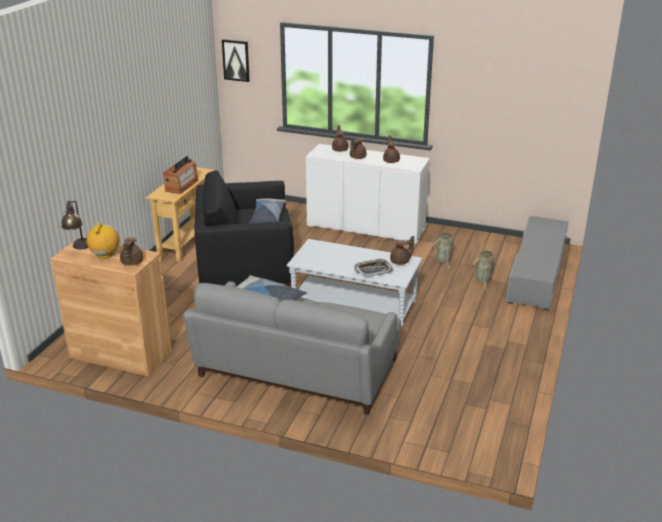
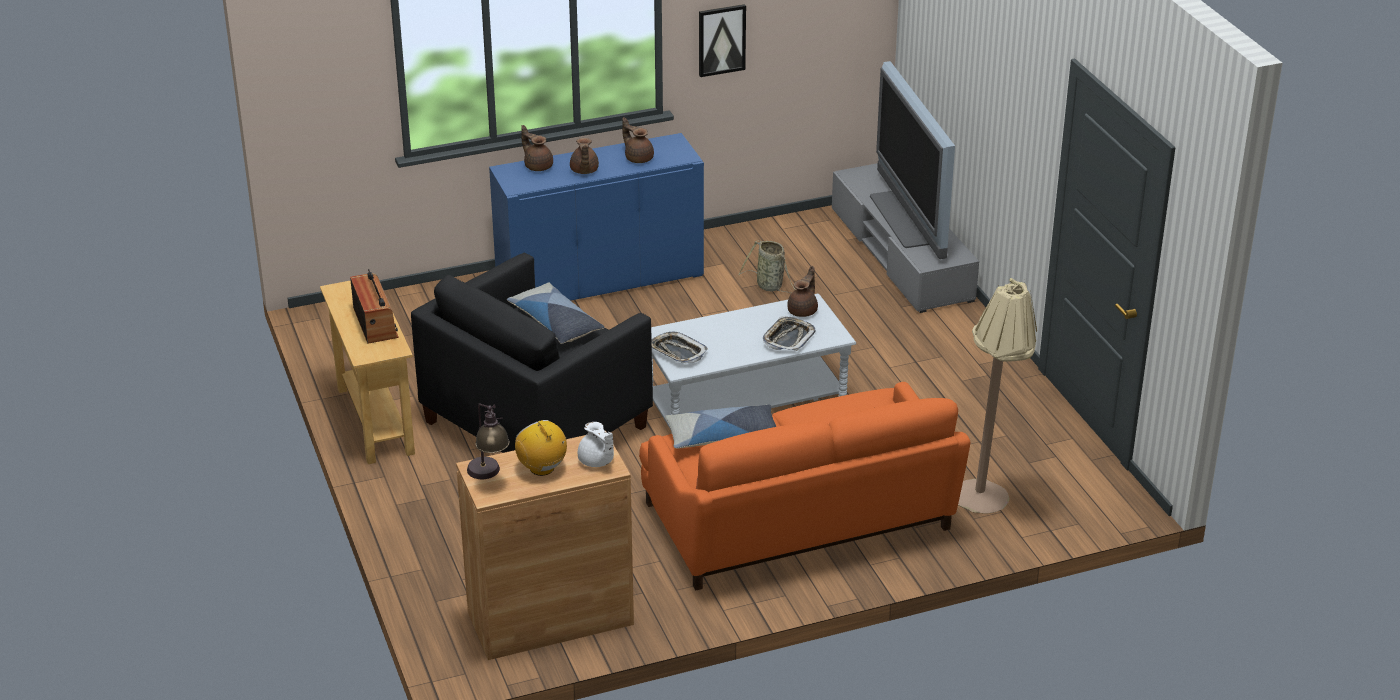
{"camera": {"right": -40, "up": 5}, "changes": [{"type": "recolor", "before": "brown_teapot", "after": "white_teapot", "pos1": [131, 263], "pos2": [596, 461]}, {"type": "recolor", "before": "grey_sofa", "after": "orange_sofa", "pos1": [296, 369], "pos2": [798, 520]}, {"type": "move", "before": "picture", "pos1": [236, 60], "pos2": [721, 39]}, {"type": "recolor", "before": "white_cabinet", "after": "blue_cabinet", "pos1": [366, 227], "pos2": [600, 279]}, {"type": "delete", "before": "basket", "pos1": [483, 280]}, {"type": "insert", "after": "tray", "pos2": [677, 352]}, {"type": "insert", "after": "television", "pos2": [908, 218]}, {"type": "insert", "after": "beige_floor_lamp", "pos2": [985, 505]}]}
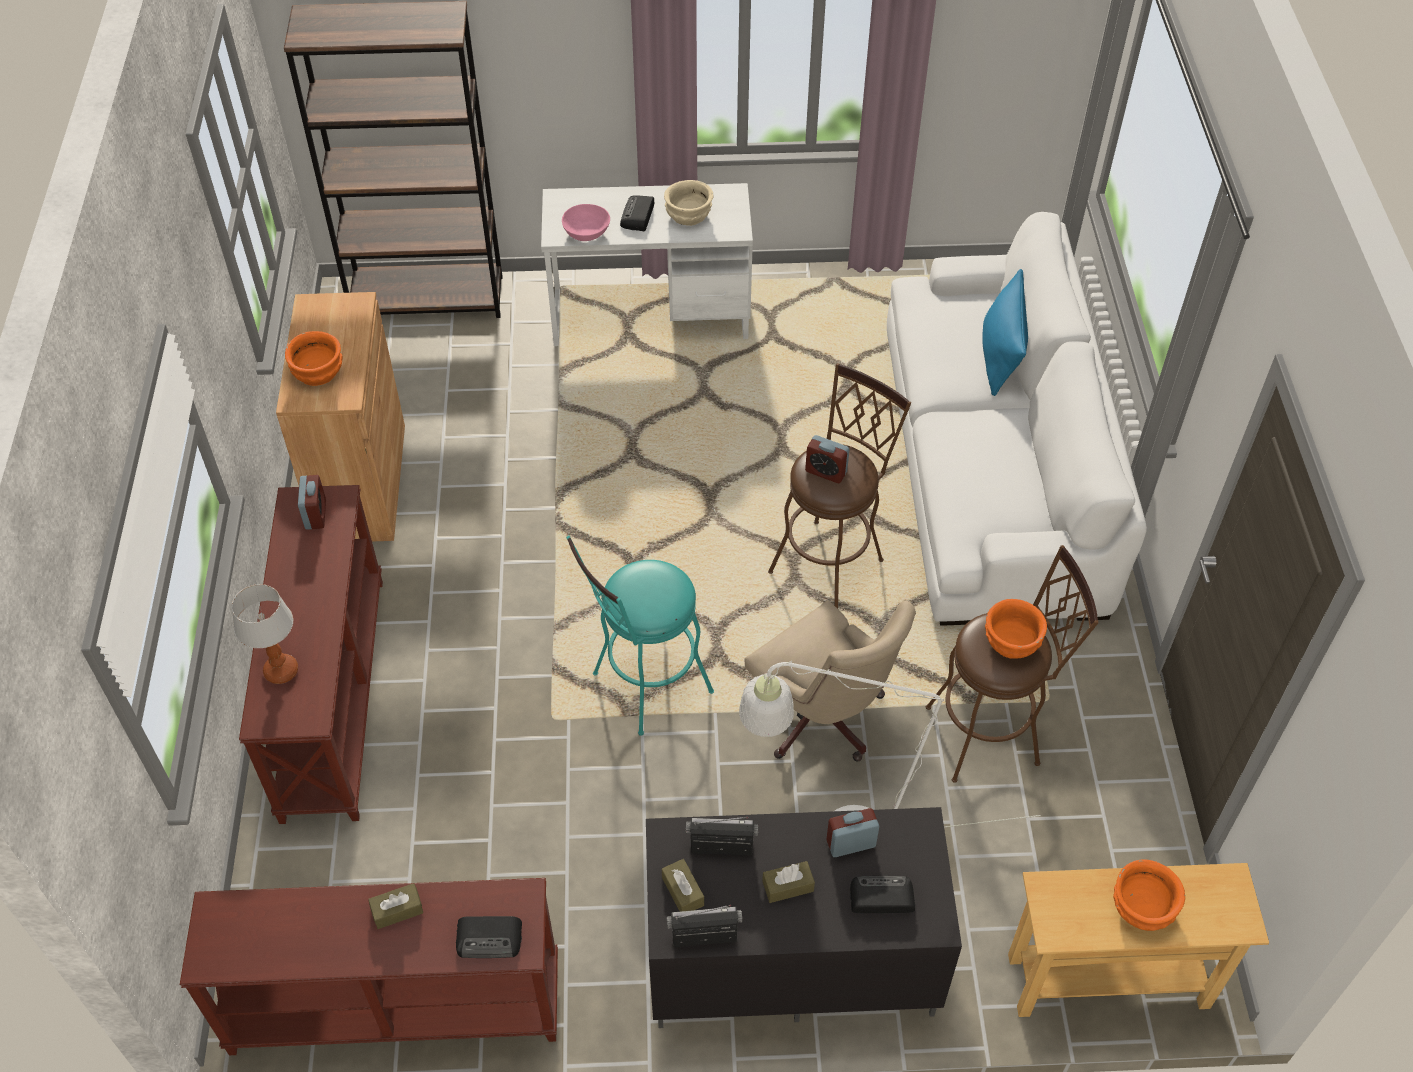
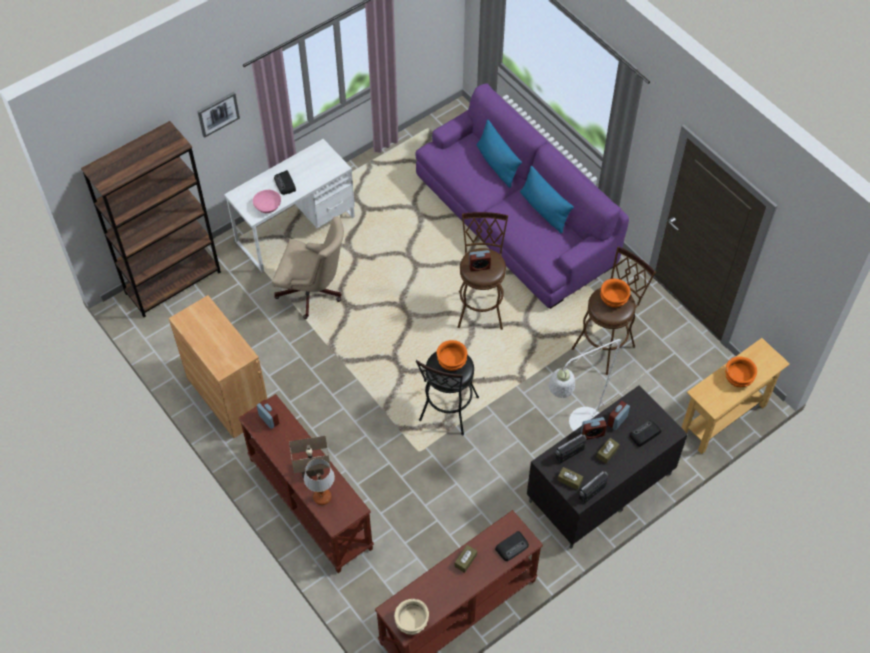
{"camera": {"right": -35, "up": 5}, "changes": [{"type": "move", "before": "orange_bowl", "pos1": [319, 372], "pos2": [452, 361]}, {"type": "recolor", "before": "turquoise_stool", "after": "black_stool", "pos1": [644, 687], "pos2": [446, 413]}, {"type": "move", "before": "beige_bowl", "pos1": [688, 216], "pos2": [411, 622]}, {"type": "move", "before": "beige_office_chair", "pos1": [822, 719], "pos2": [313, 293]}, {"type": "recolor", "before": "white_sofa", "after": "purple_sofa", "pos1": [991, 466], "pos2": [515, 220]}, {"type": "insert", "after": "picture", "pos2": [218, 113]}, {"type": "insert", "after": "beige_table_lamp", "pos2": [312, 471]}, {"type": "insert", "after": "blue_pillow", "pos2": [544, 210]}, {"type": "insert", "after": "alarm_clock", "pos2": [592, 434]}]}
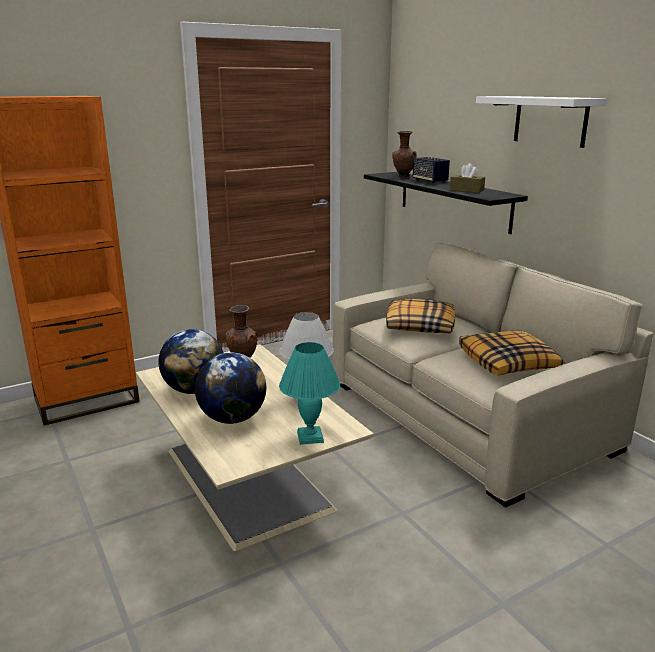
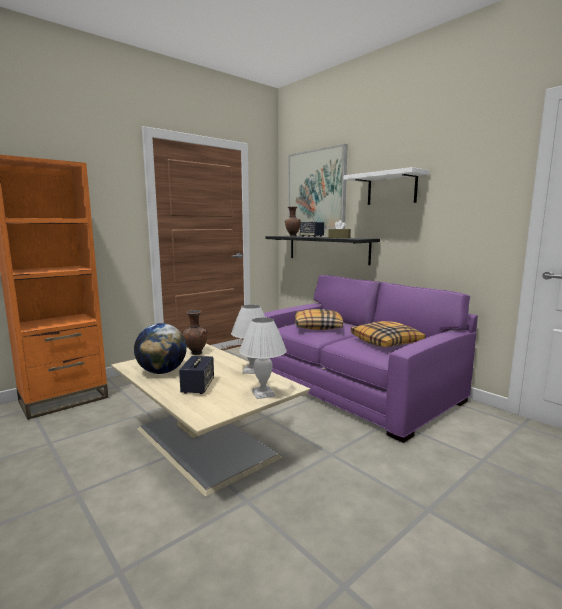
{"camera": {"right": -10, "up": -10}, "changes": [{"type": "replace", "before": "globe", "after": "speaker", "pos1": [232, 418], "pos2": [198, 387]}, {"type": "recolor", "before": "turquoise_table_lamp", "after": "white_table_lamp", "pos1": [309, 436], "pos2": [262, 393]}, {"type": "recolor", "before": "beige_sofa", "after": "purple_sofa", "pos1": [468, 414], "pos2": [356, 387]}, {"type": "insert", "after": "picture", "pos2": [316, 190]}]}
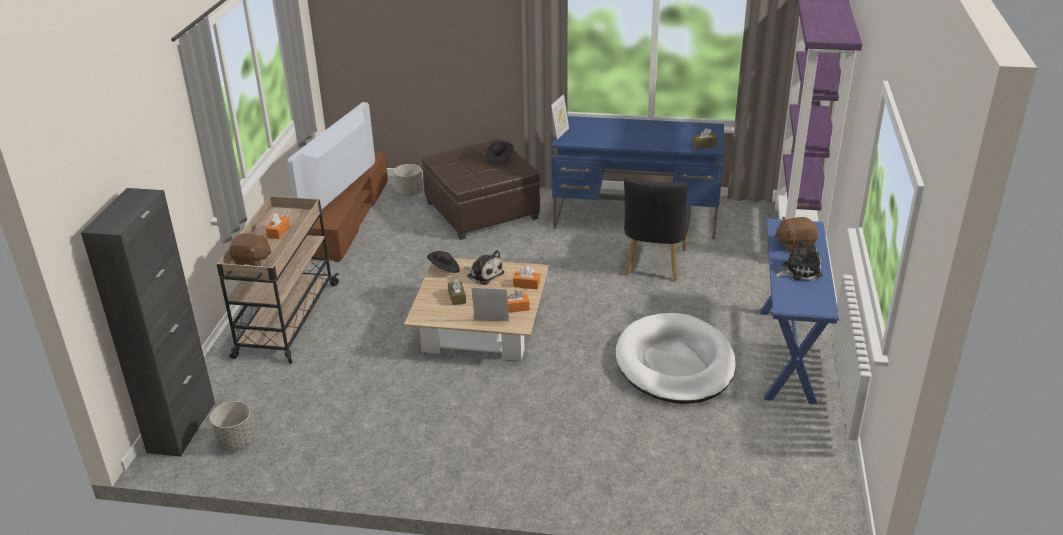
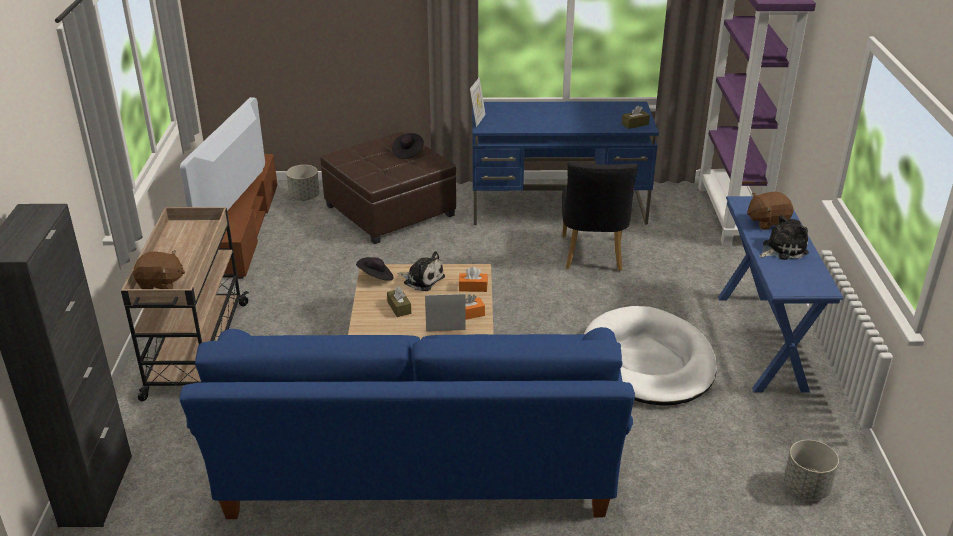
{"camera": {"right": -10, "up": 0}, "changes": [{"type": "move", "before": "grey_planter", "pos1": [236, 442], "pos2": [806, 488]}, {"type": "delete", "before": "orange_tissue_box", "pos1": [278, 232]}, {"type": "insert", "after": "blue_sofa", "pos2": [418, 470]}]}
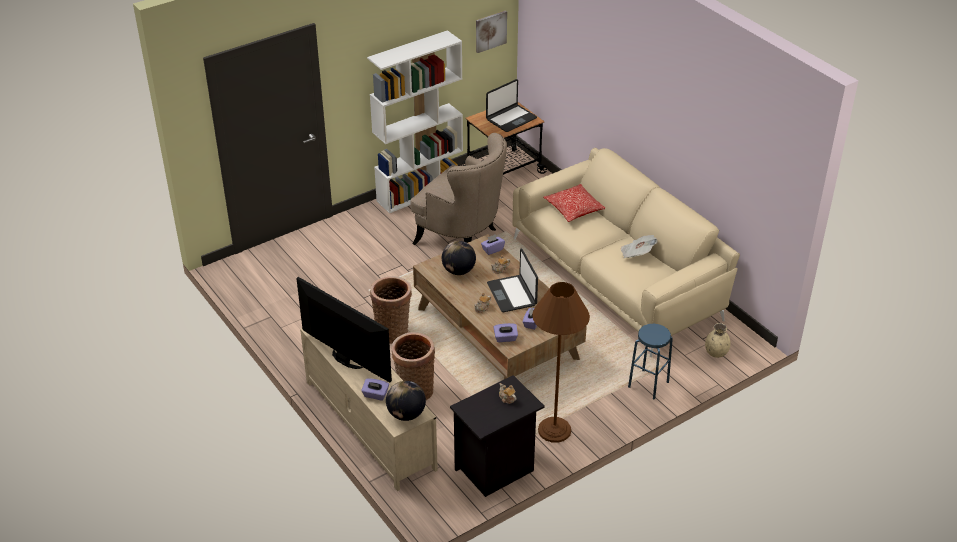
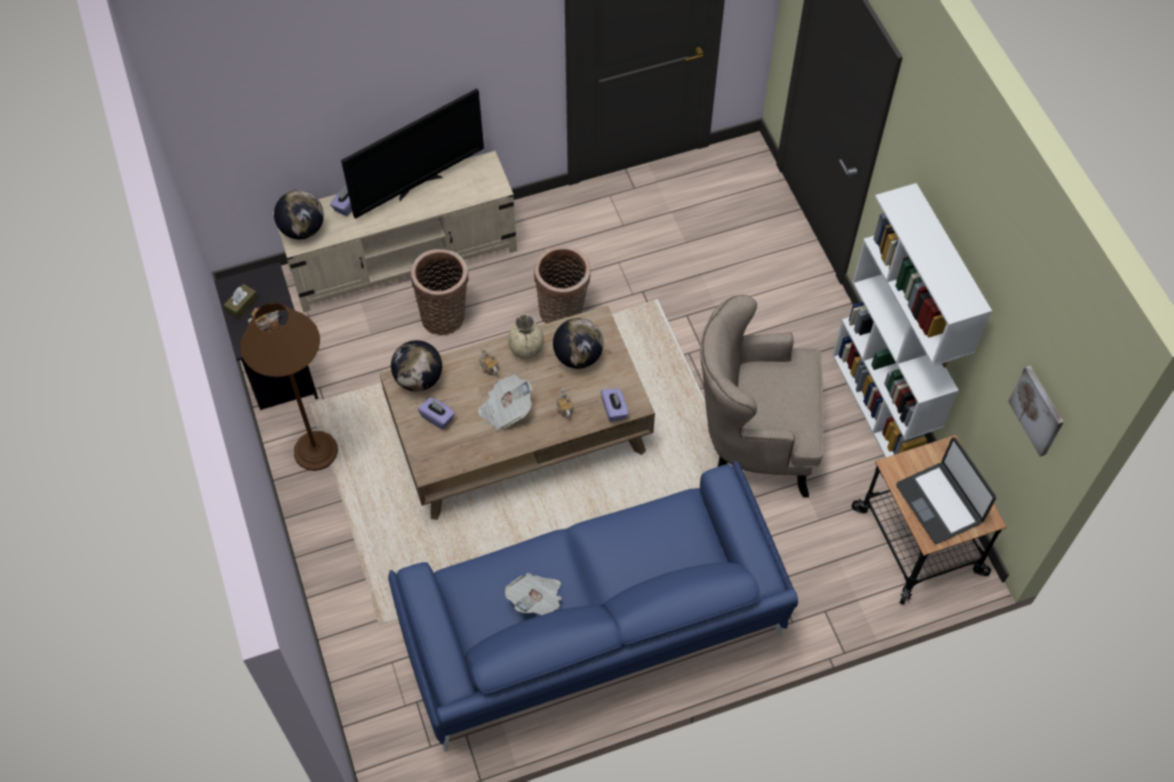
{"camera": {"right": 105, "up": 20}, "changes": [{"type": "rotate", "before": "beige_armchair", "pos1": [462, 235], "pos2": [754, 439], "turn": 45}, {"type": "replace", "before": "laptop", "after": "newspaper", "pos1": [512, 294], "pos2": [505, 409]}, {"type": "replace", "before": "purple_tissue_box", "after": "globe", "pos1": [505, 338], "pos2": [419, 379]}, {"type": "recolor", "before": "beige_sofa", "after": "blue_sofa", "pos1": [617, 277], "pos2": [593, 629]}, {"type": "delete", "before": "pillow", "pos1": [574, 209]}, {"type": "delete", "before": "blue_stool", "pos1": [648, 384]}, {"type": "move", "before": "beige_vase", "pos1": [716, 353], "pos2": [526, 349]}, {"type": "insert", "after": "brown_tissue_box", "pos2": [242, 305]}]}
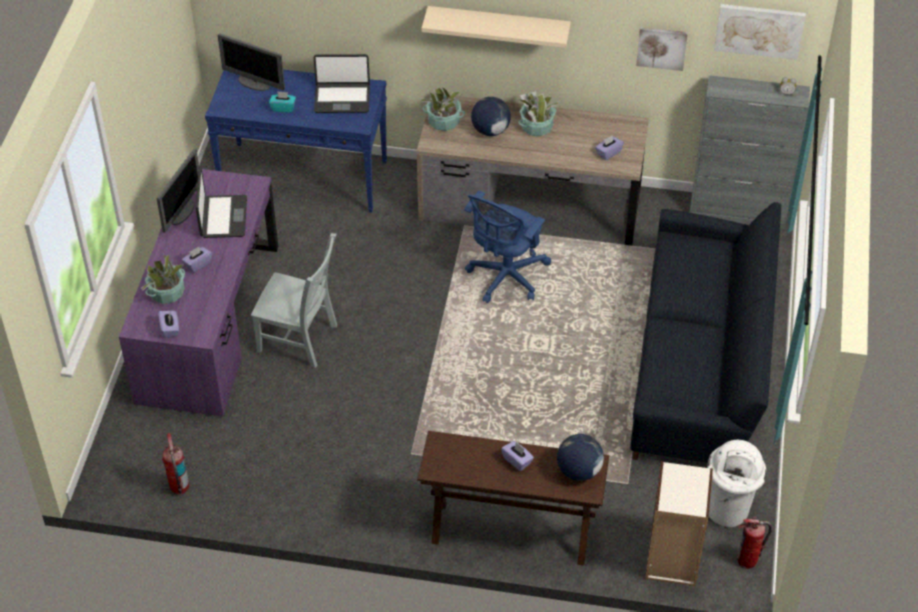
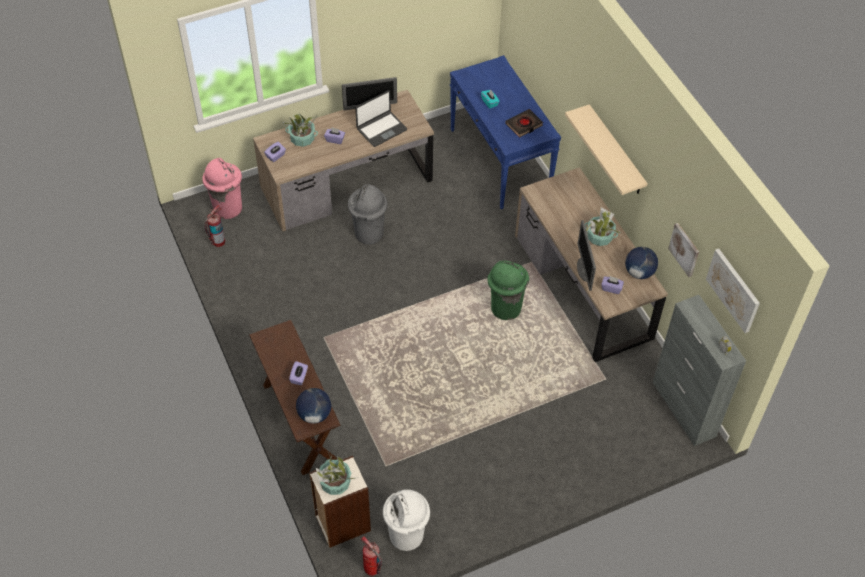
{"camera": {"right": 55, "up": 5}, "changes": [{"type": "recolor", "before": "purple_desk", "after": "brown_desk", "pos1": [209, 323], "pos2": [347, 184]}, {"type": "move", "before": "monitor", "pos1": [254, 83], "pos2": [584, 270]}, {"type": "replace", "before": "grey_chair", "after": "grey_trash_can", "pos1": [300, 340], "pos2": [368, 234]}, {"type": "replace", "before": "laptop", "after": "black_book", "pos1": [342, 99], "pos2": [524, 125]}, {"type": "move", "before": "potted_plant", "pos1": [443, 121], "pos2": [335, 482]}, {"type": "replace", "before": "blue_office_chair", "after": "green_trash_can", "pos1": [505, 278], "pos2": [505, 308]}, {"type": "move", "before": "globe", "pos1": [490, 131], "pos2": [639, 272]}, {"type": "delete", "before": "black_sofa", "pos1": [700, 367]}, {"type": "insert", "after": "pink_trash_can", "pos2": [227, 208]}]}
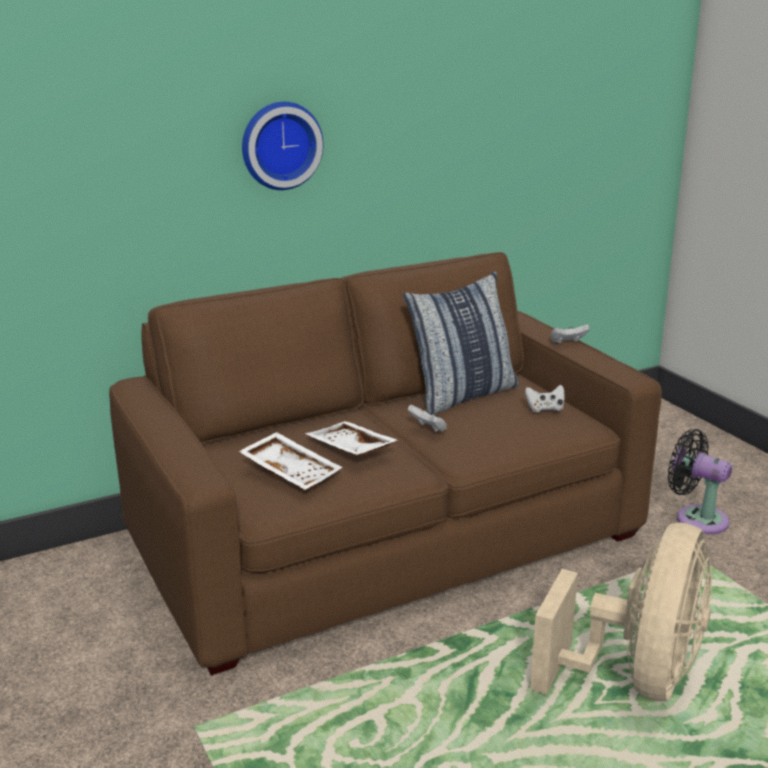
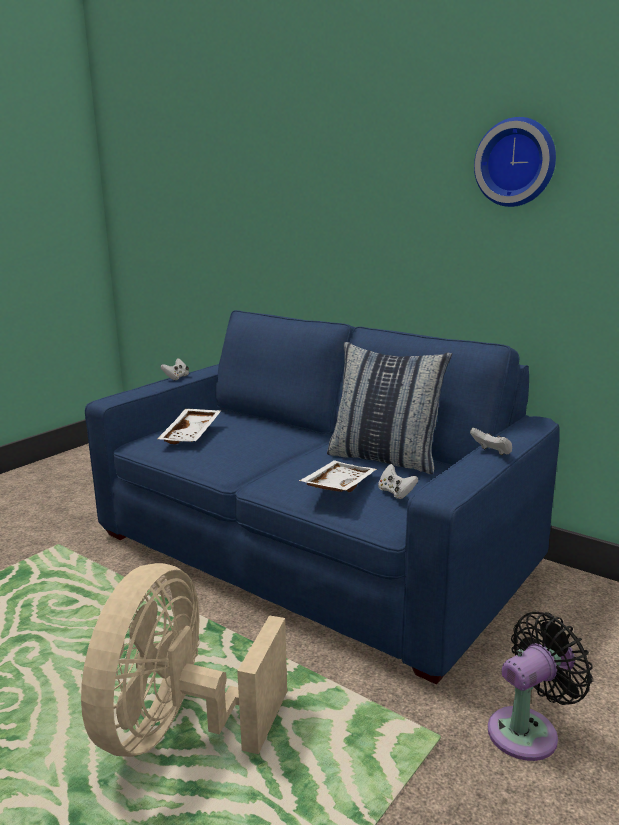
{"camera": {"right": 65, "up": -5}, "changes": [{"type": "recolor", "before": "brown_sofa", "after": "blue_sofa", "pos1": [384, 536], "pos2": [312, 550]}, {"type": "move", "before": "wall_clock", "pos1": [280, 145], "pos2": [516, 162]}, {"type": "move", "before": "white_tray", "pos1": [349, 449], "pos2": [337, 486]}, {"type": "move", "before": "white_game_controller", "pos1": [428, 429], "pos2": [176, 378]}, {"type": "rotate", "before": "beige_fan", "pos1": [636, 678], "pos2": [179, 729], "turn": 105}, {"type": "rotate", "before": "black_fan", "pos1": [696, 518], "pos2": [528, 730], "turn": 45}]}
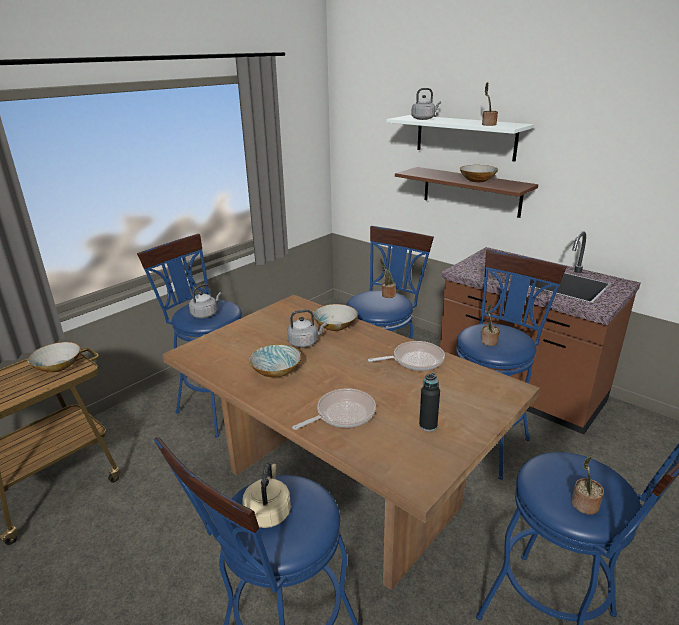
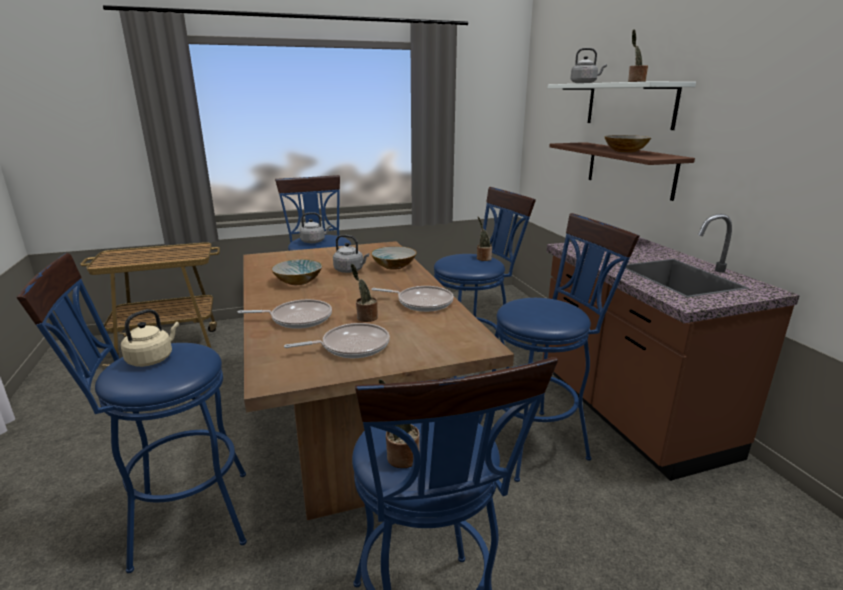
{"camera": {"right": 30, "up": -5}, "changes": [{"type": "delete", "before": "bowl", "pos1": [57, 366]}, {"type": "replace", "before": "black_bottle", "after": "frying_pan", "pos1": [428, 425], "pos2": [351, 346]}, {"type": "move", "before": "potted_plant", "pos1": [488, 342], "pos2": [365, 317]}]}
